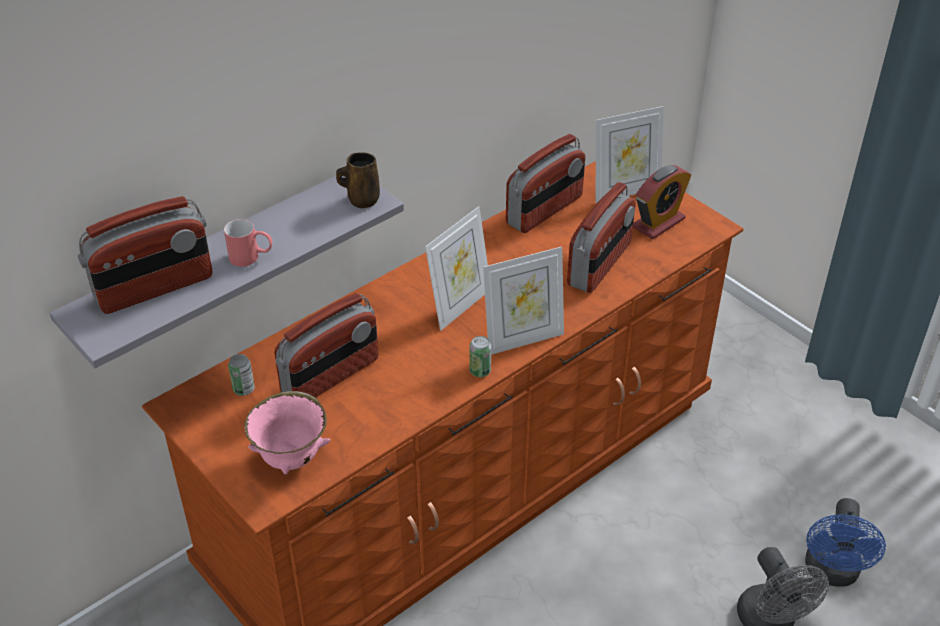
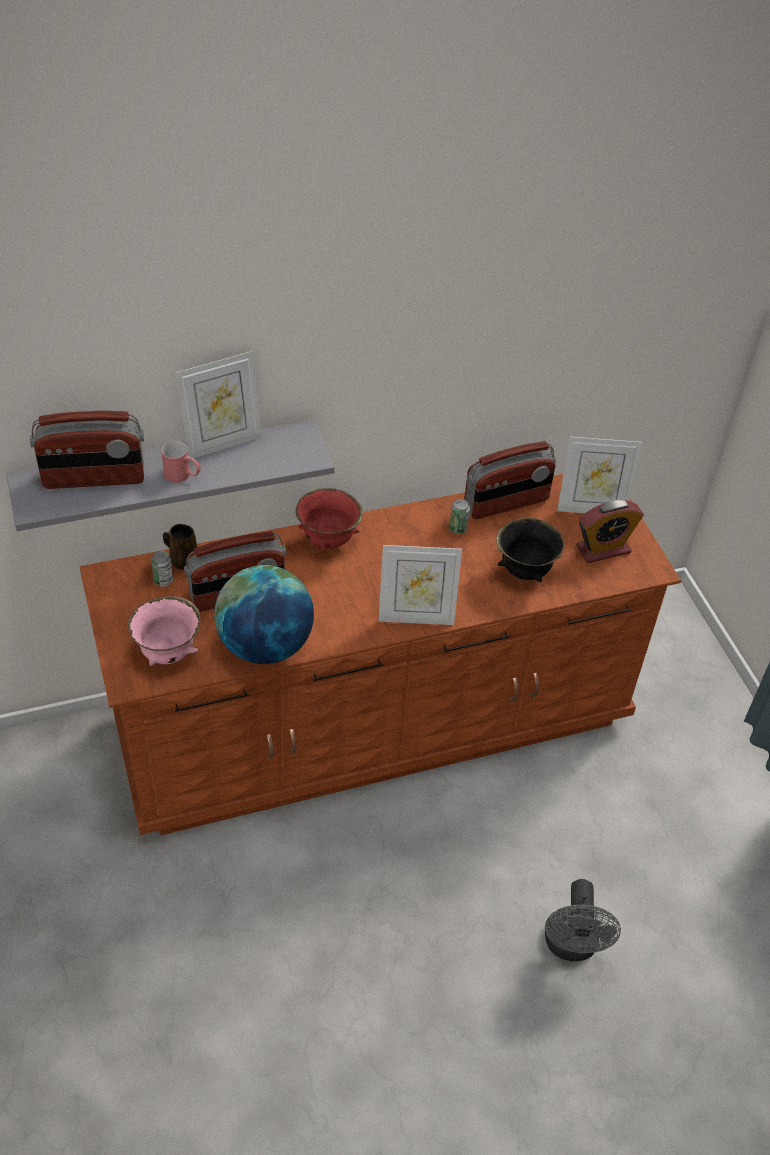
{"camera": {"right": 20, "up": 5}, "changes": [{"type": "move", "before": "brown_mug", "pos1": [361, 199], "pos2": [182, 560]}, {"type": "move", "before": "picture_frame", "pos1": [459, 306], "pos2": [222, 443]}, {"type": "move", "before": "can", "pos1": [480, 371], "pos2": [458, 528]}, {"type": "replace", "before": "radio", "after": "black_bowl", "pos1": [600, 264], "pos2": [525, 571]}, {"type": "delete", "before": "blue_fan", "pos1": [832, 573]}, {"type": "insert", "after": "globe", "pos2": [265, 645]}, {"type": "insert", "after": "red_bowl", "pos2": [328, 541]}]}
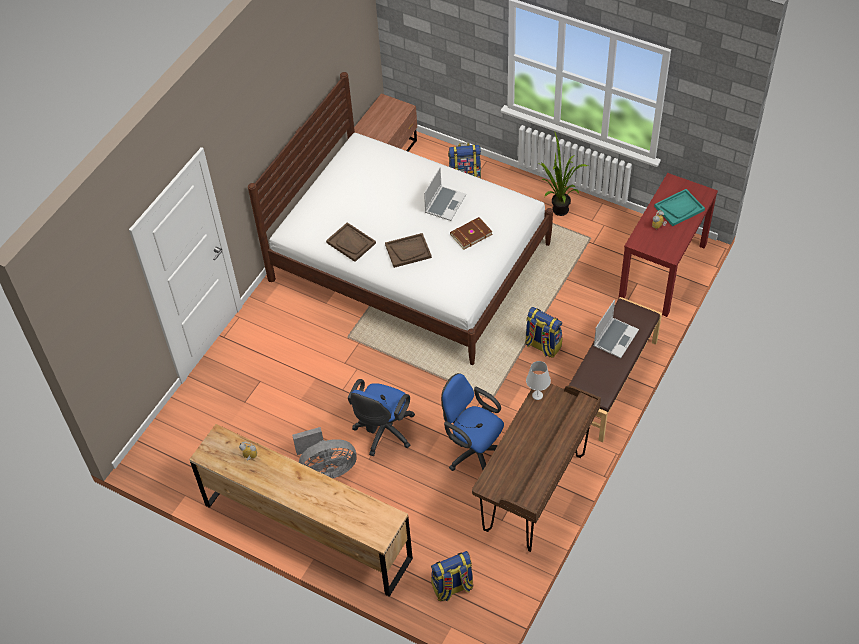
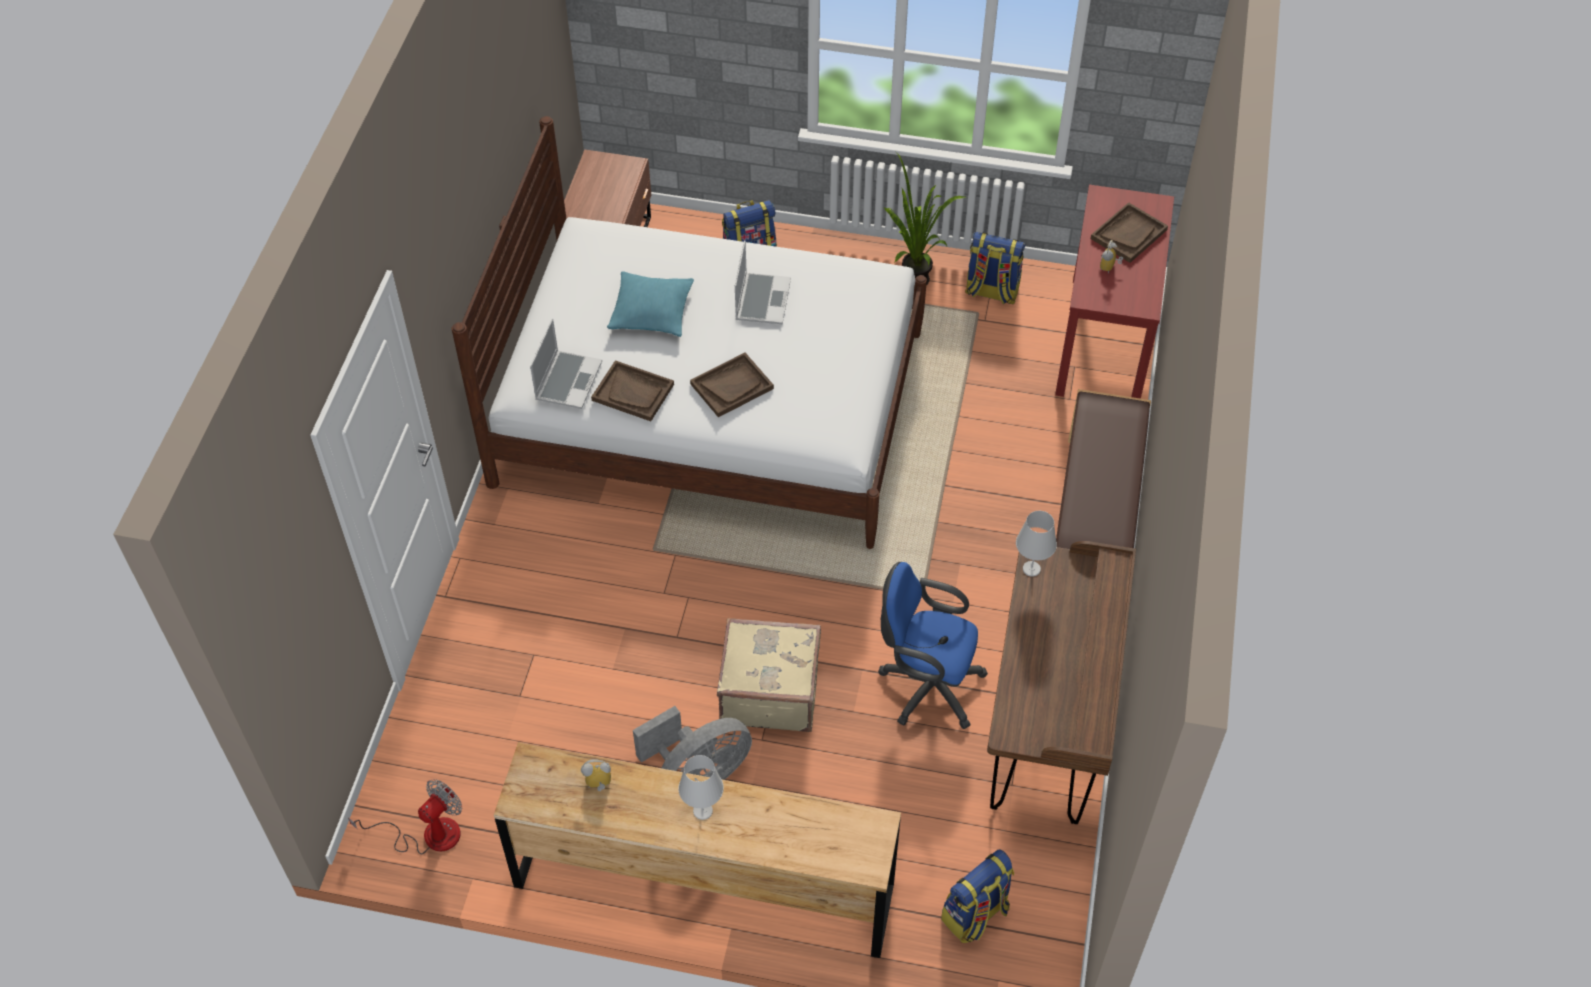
{"camera": {"right": -20, "up": 0}, "changes": [{"type": "replace", "before": "blue_office_chair", "after": "beige_suitcase", "pos1": [383, 433], "pos2": [769, 691]}, {"type": "delete", "before": "brown_book", "pos1": [470, 234]}, {"type": "move", "before": "backpack", "pos1": [542, 345], "pos2": [991, 292]}, {"type": "move", "before": "laptop", "pos1": [615, 338], "pos2": [568, 380]}, {"type": "recolor", "before": "turquoise_tray", "after": "brown_tray", "pos1": [679, 208], "pos2": [1128, 234]}, {"type": "insert", "after": "fan", "pos2": [428, 834]}, {"type": "insert", "after": "turquoise_pillow", "pos2": [651, 311]}, {"type": "insert", "after": "white_table_lamp", "pos2": [703, 811]}]}
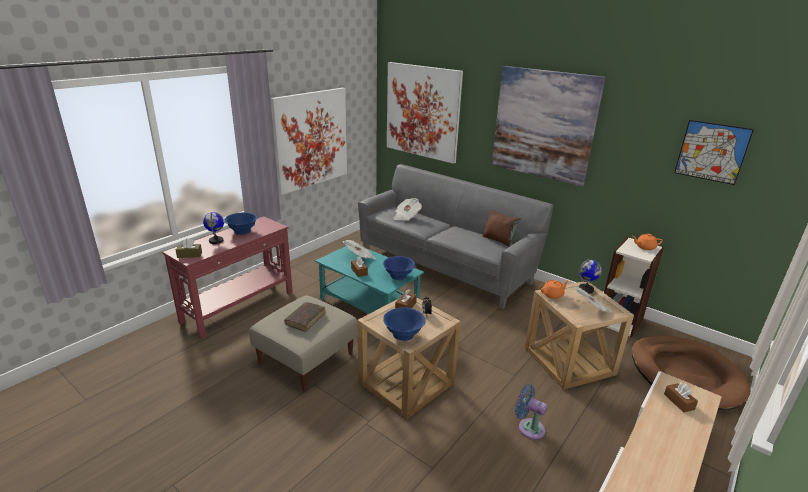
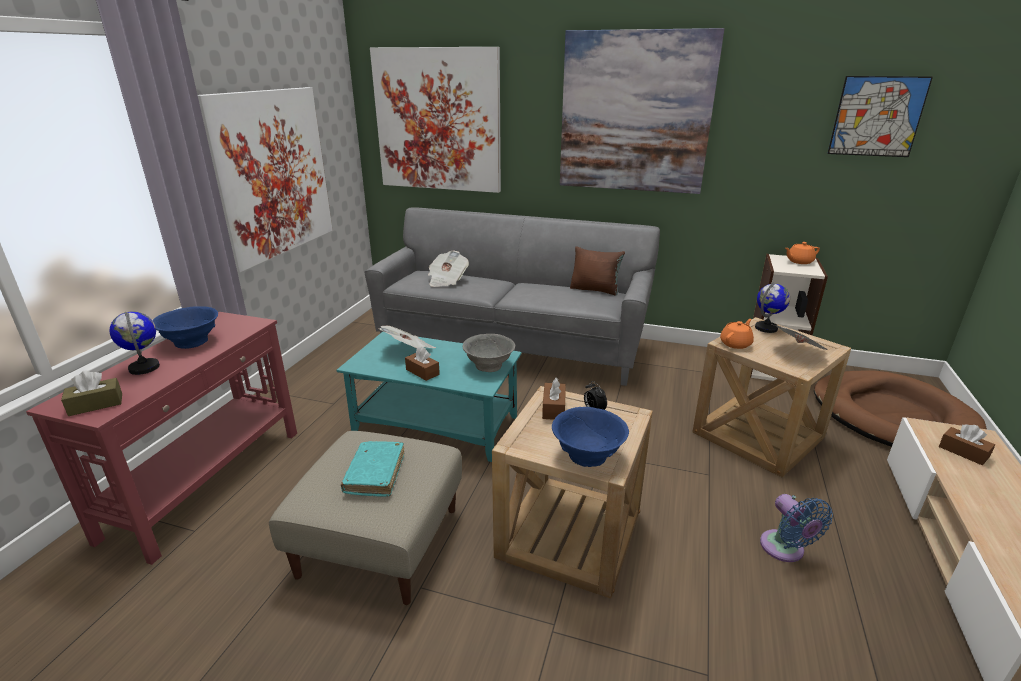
{"camera": {"right": -20, "up": 0}, "changes": [{"type": "recolor", "before": "brown_book", "after": "turquoise_book", "pos1": [305, 320], "pos2": [375, 474]}, {"type": "recolor", "before": "blue_bowl", "after": "grey_bowl", "pos1": [398, 276], "pos2": [489, 366]}, {"type": "rotate", "before": "blue_fan", "pos1": [528, 427], "pos2": [785, 550], "turn": -120}]}
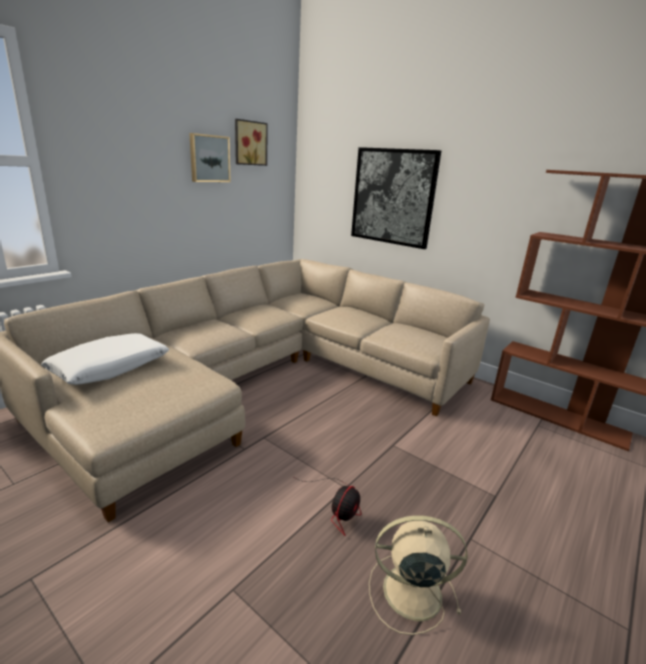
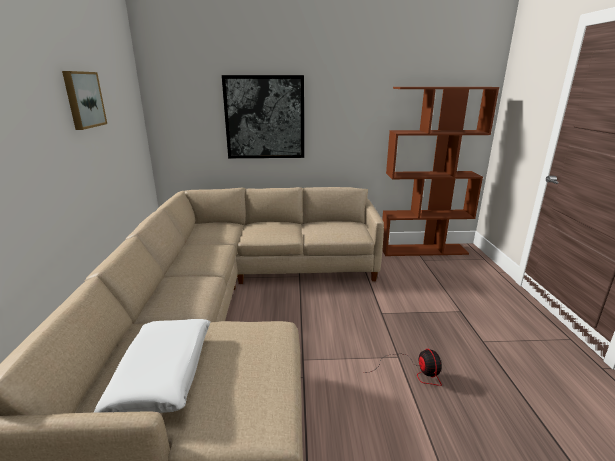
{"camera": {"right": -40, "up": 0}, "changes": [{"type": "delete", "before": "picture", "pos1": [249, 143]}, {"type": "delete", "before": "beige_fan", "pos1": [409, 591]}]}
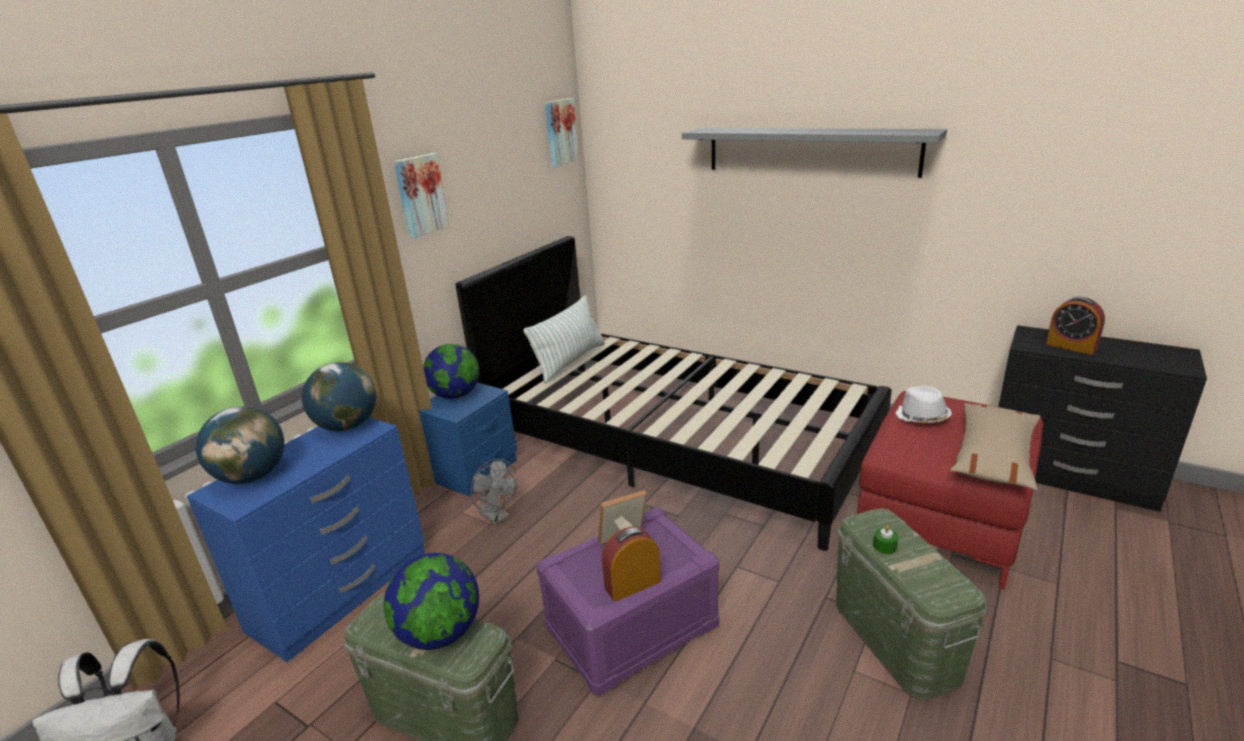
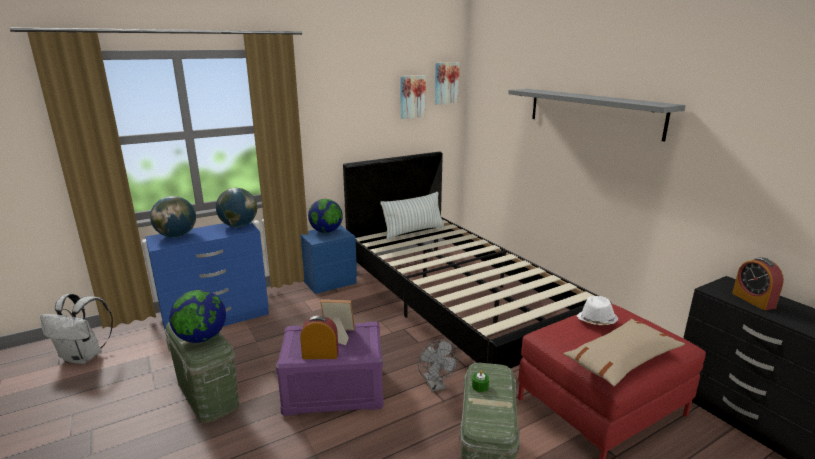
{"camera": {"right": 25, "up": -5}, "changes": [{"type": "move", "before": "picture", "pos1": [420, 195], "pos2": [412, 96]}, {"type": "move", "before": "grey_fan", "pos1": [497, 516], "pos2": [436, 385]}]}
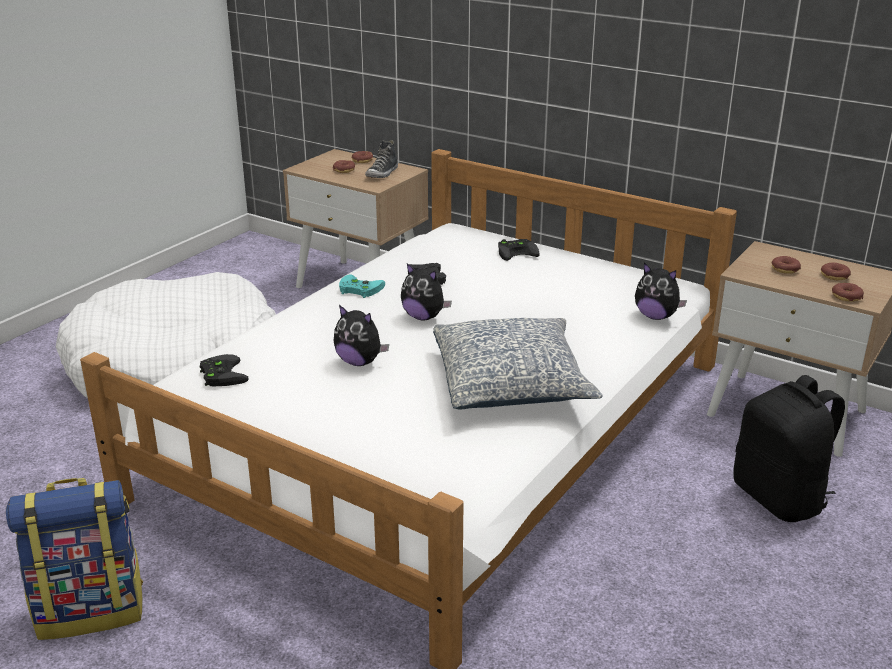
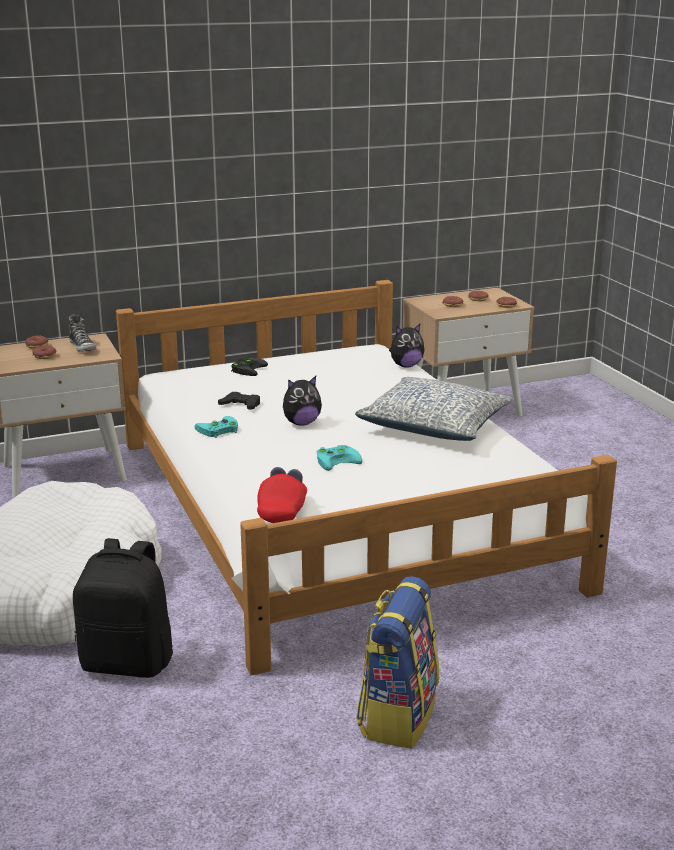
{"camera": {"right": -55, "up": -5}, "changes": [{"type": "replace", "before": "black_game_controller", "after": "red_cap", "pos1": [221, 374], "pos2": [283, 510]}, {"type": "replace", "before": "plush_toy", "after": "turquoise_game_controller", "pos1": [360, 362], "pos2": [338, 460]}, {"type": "move", "before": "black_backpack", "pos1": [780, 498], "pos2": [128, 662]}]}
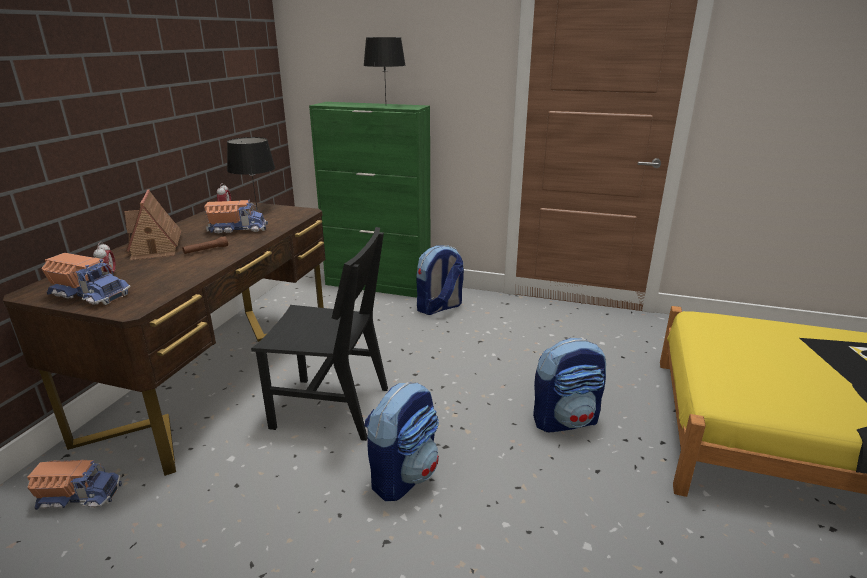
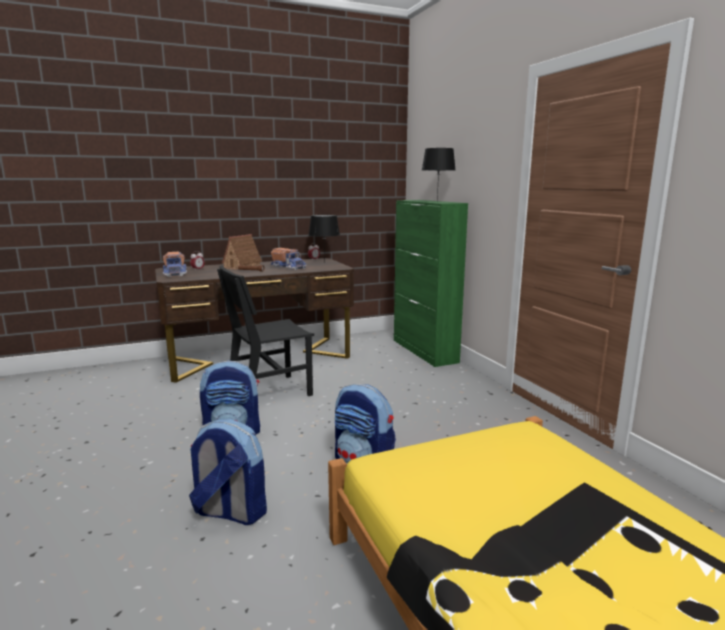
{"camera": {"right": 50, "up": -10}, "changes": [{"type": "delete", "before": "toy_truck", "pos1": [79, 495]}, {"type": "rotate", "before": "black_chair", "pos1": [331, 408], "pos2": [269, 392], "turn": 90}, {"type": "move", "before": "backpack", "pos1": [439, 308], "pos2": [229, 512]}]}
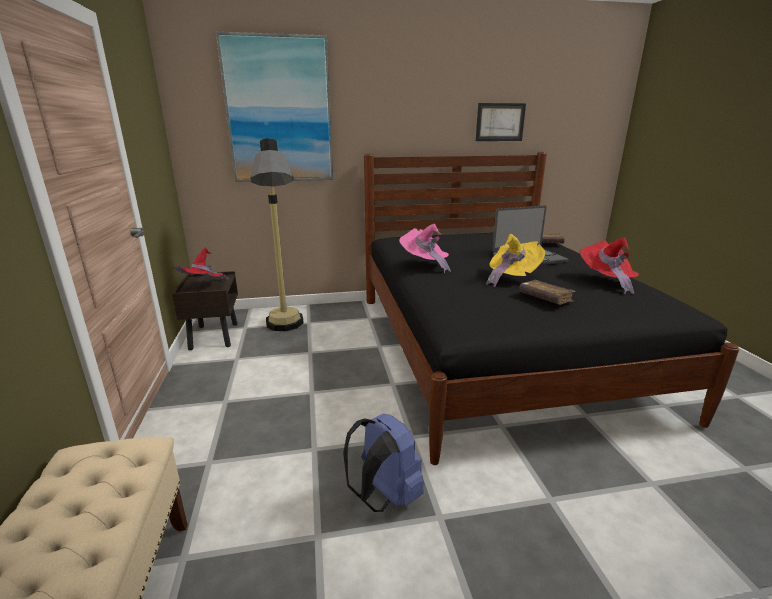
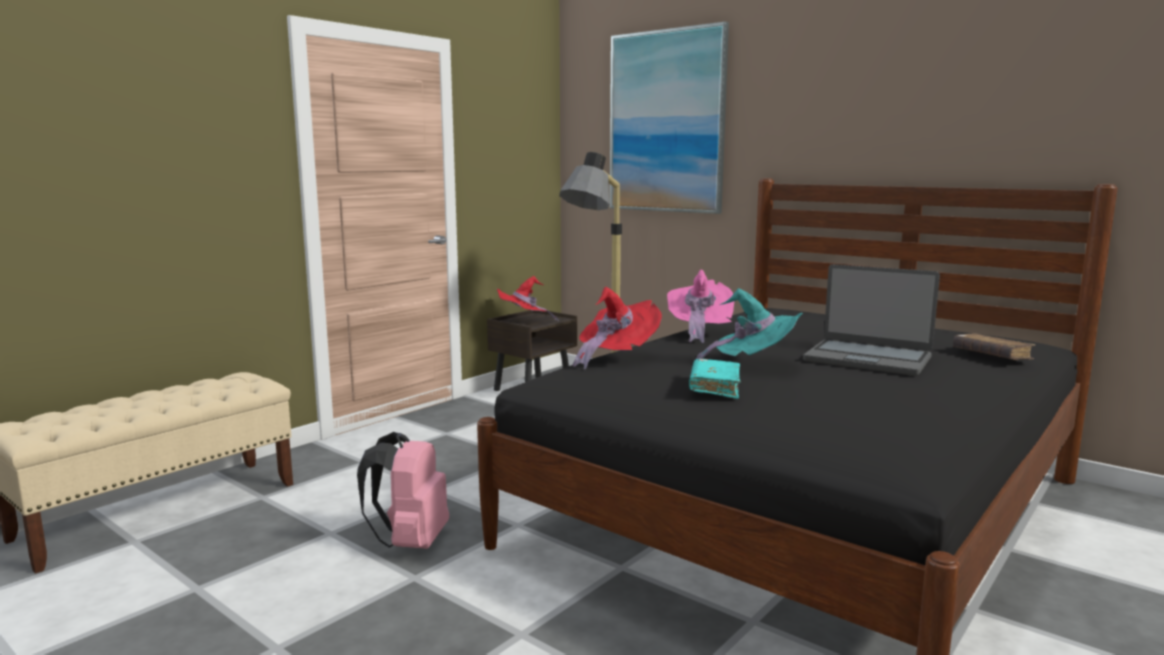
{"camera": {"right": 50, "up": -10}, "changes": [{"type": "recolor", "before": "blue_backpack", "after": "pink_backpack", "pos1": [384, 496], "pos2": [410, 542]}, {"type": "delete", "before": "picture", "pos1": [500, 122]}, {"type": "recolor", "before": "yellow_hat", "after": "turquoise_hat", "pos1": [511, 278], "pos2": [753, 365]}, {"type": "recolor", "before": "brown_book", "after": "turquoise_book", "pos1": [545, 298], "pos2": [714, 387]}, {"type": "move", "before": "red_hat", "pos1": [606, 281], "pos2": [615, 357]}]}
